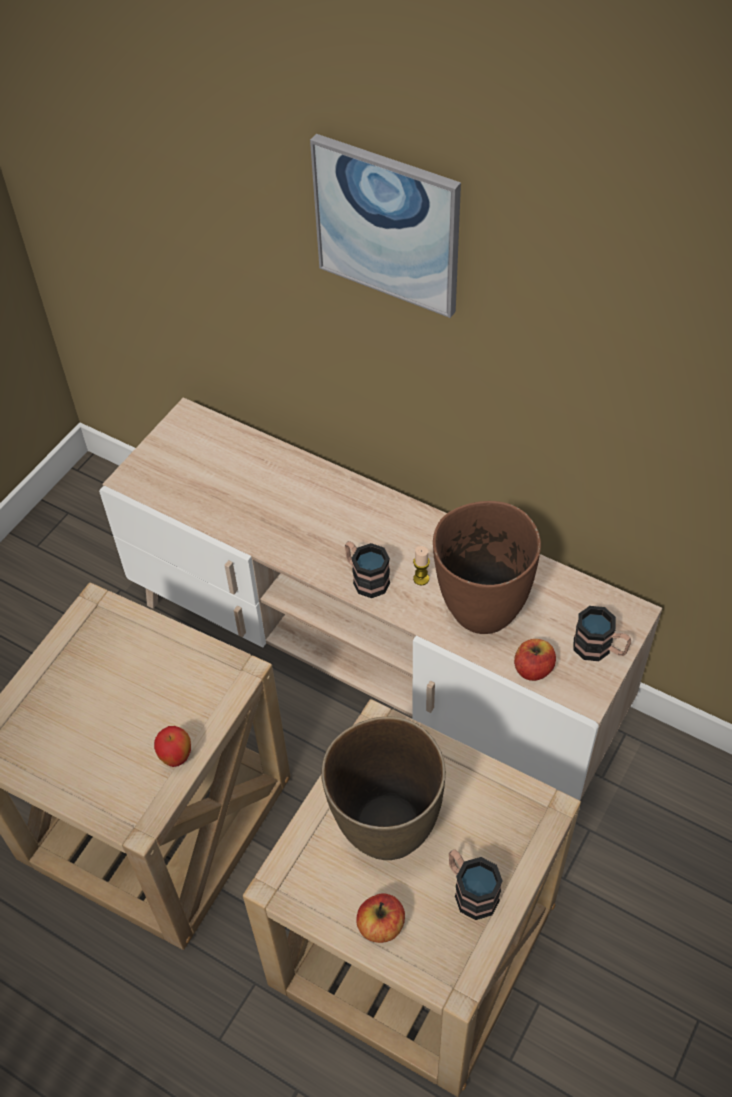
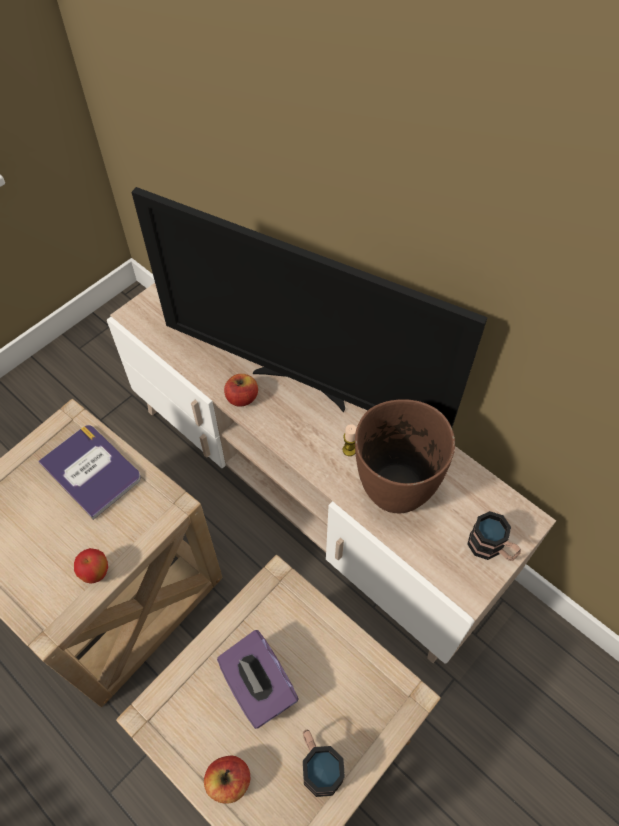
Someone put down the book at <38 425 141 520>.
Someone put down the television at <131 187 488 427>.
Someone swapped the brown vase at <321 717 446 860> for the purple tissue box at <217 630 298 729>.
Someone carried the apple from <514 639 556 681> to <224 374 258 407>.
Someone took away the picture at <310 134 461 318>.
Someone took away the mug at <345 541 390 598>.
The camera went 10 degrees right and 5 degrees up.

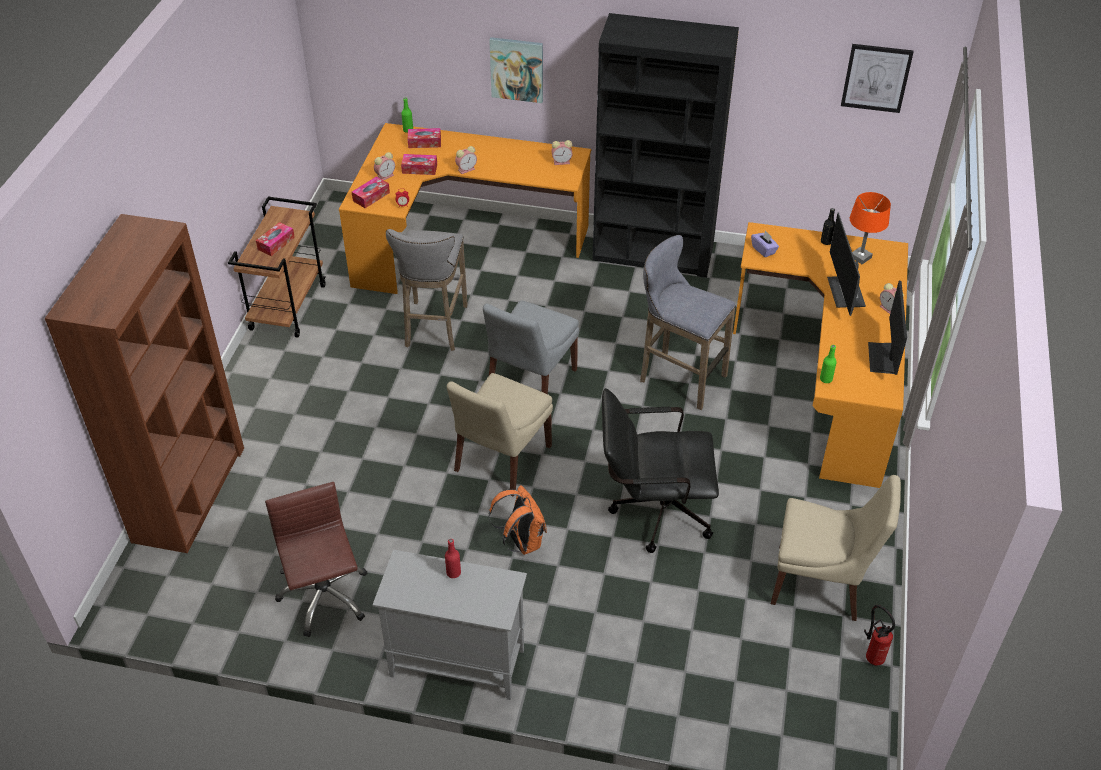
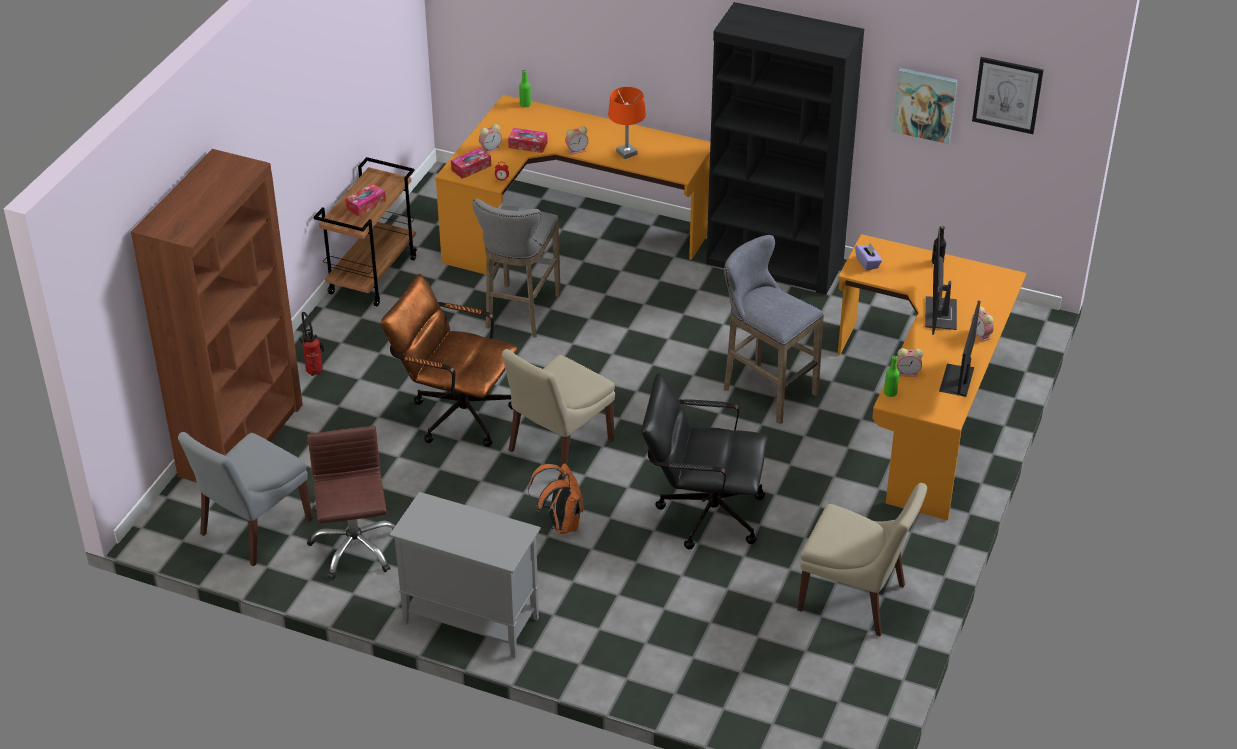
Someone carried the grey chair from <483 300 579 394> to <178 432 313 566>.
Someone carried the fire extinguisher from <864 605 895 666> to <299 312 324 376>.
Someone put down the brown office chair at <381 274 518 447>.
Someone carried the orange table lamp from <850 192 891 264> to <608 87 646 159>.
Someone carried the picture from <489 37 543 103> to <893 68 958 144>.
Someone carried the alarm clock from <551 140 572 165> to <897 348 923 377>.
Someone took away the tissue box at <408 128 441 148>.
Someone took away the red bottle at <445 539 461 578>.
The camera went 10 degrees right and 5 degrees down.

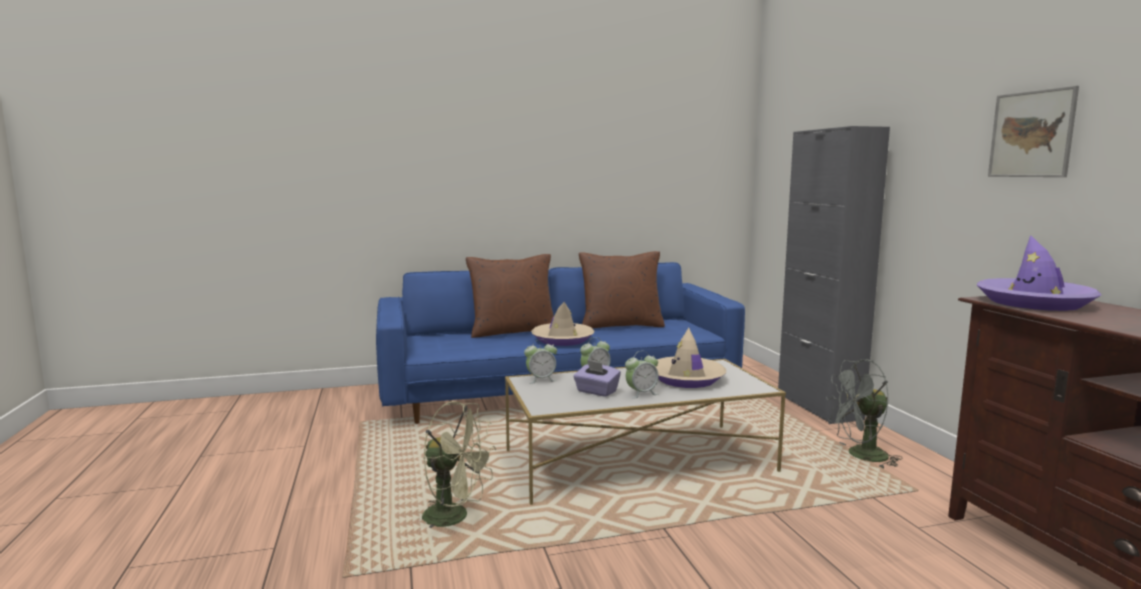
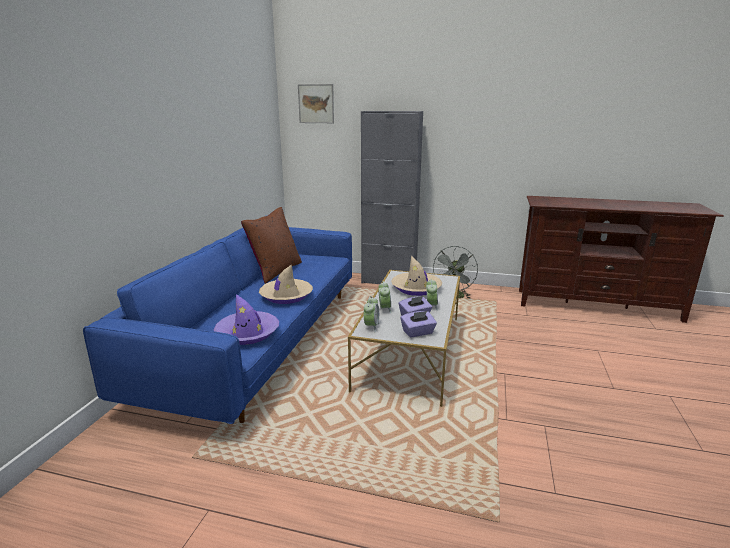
Someone carried the purple hat from <977 235 1101 311> to <214 294 279 345>.
Someone carried the picture from <988 86 1079 177> to <298 84 334 123>.
Someone put down the purple tissue box at <401 311 437 337>.
Someone took away the green fan at <422 401 496 529>.
Someone took away the brown pillow at <466 254 554 338>.
The camera went 60 degrees left and 10 degrees up.

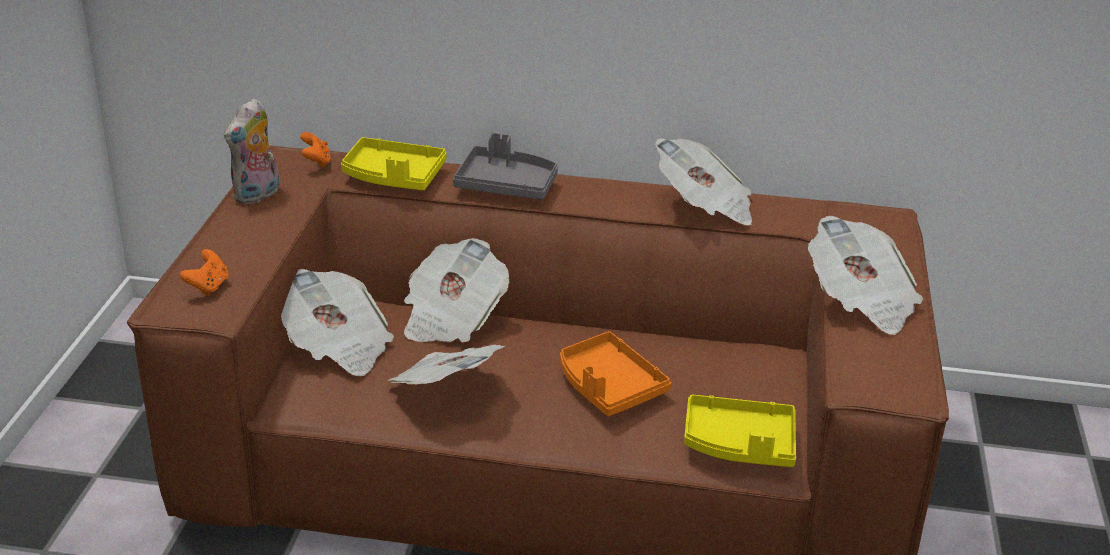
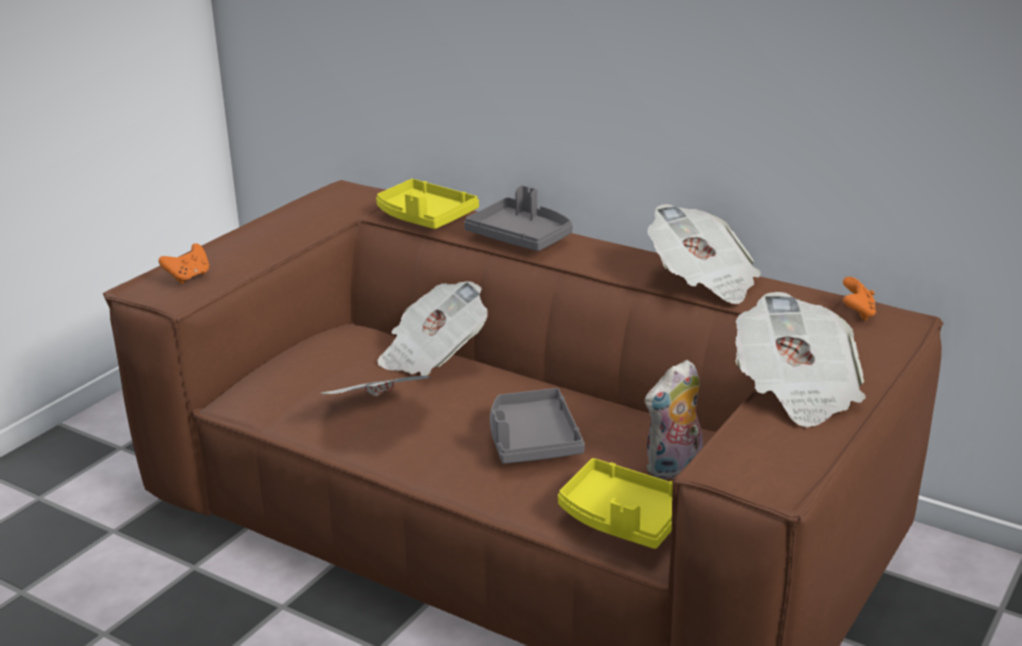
Someone repainted the orange tray at <560 331 671 416>, which became the grey tray at <490 388 585 464>.
Someone carried the plush toy from <224 98 280 204> to <645 360 703 480>.
Someone carried the orange game controller from <300 132 331 168> to <843 277 876 321>.
Someone took away the newspaper at <281 269 394 376>.
The camera went 25 degrees right and 5 degrees down.

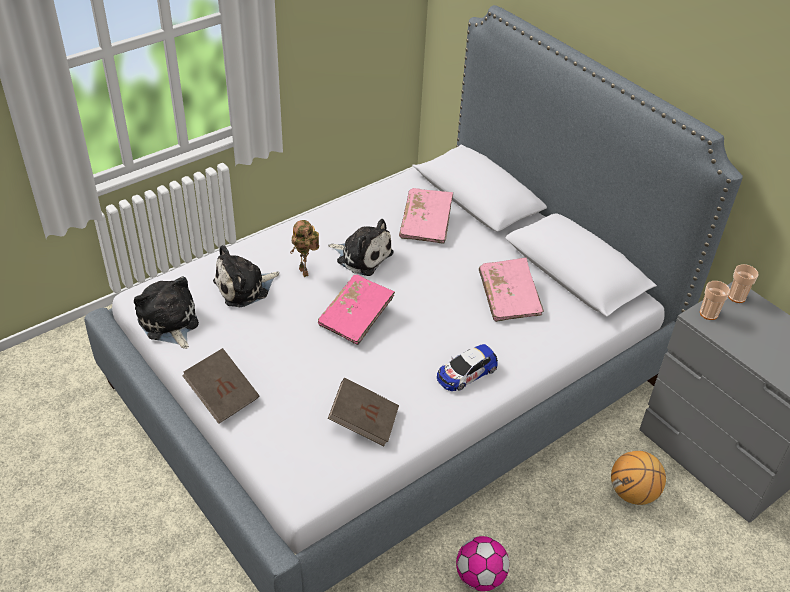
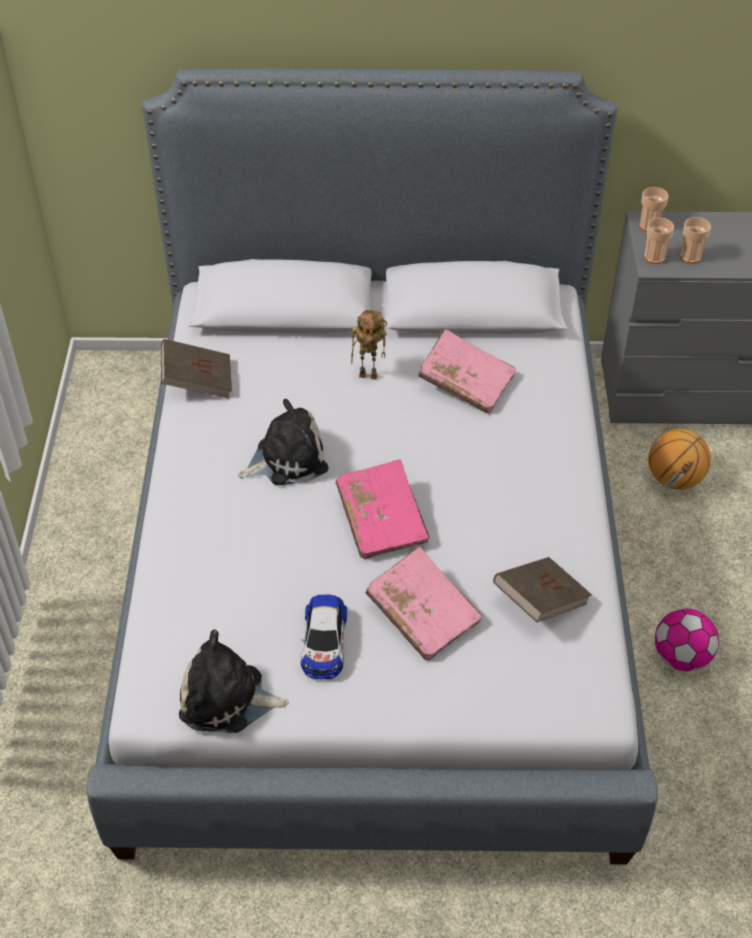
Someone carried the brown book from <182 348 259 424> to <161 339 232 398>.
Someone carried the toy car from <437 344 498 391> to <301 594 347 679>.
Someone carried the toy robot from <291 220 319 277> to <351 310 387 380>.
Someone carried the pink book from <399 188 453 243> to <366 547 483 660>.
Someone put down the cup at <680 217 711 263>.
Someone took away the plush toy at <213 245 279 307>.
The camera went 50 degrees left and 5 degrees up.

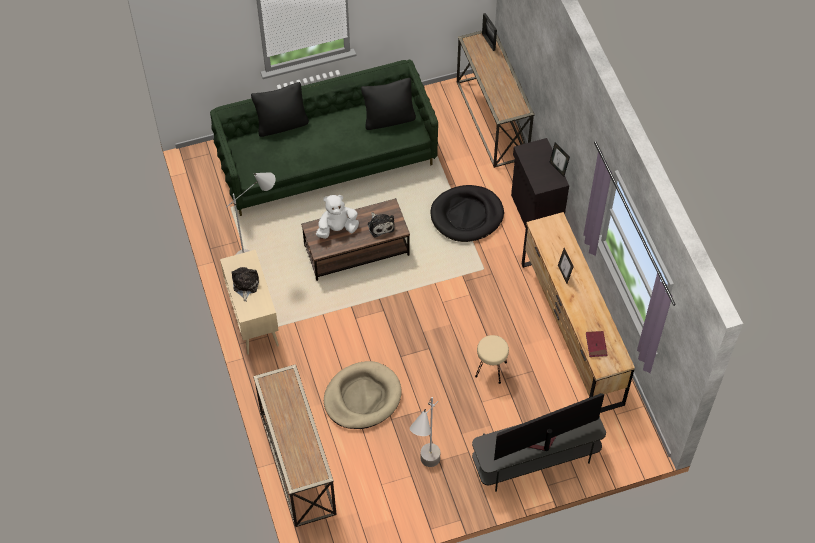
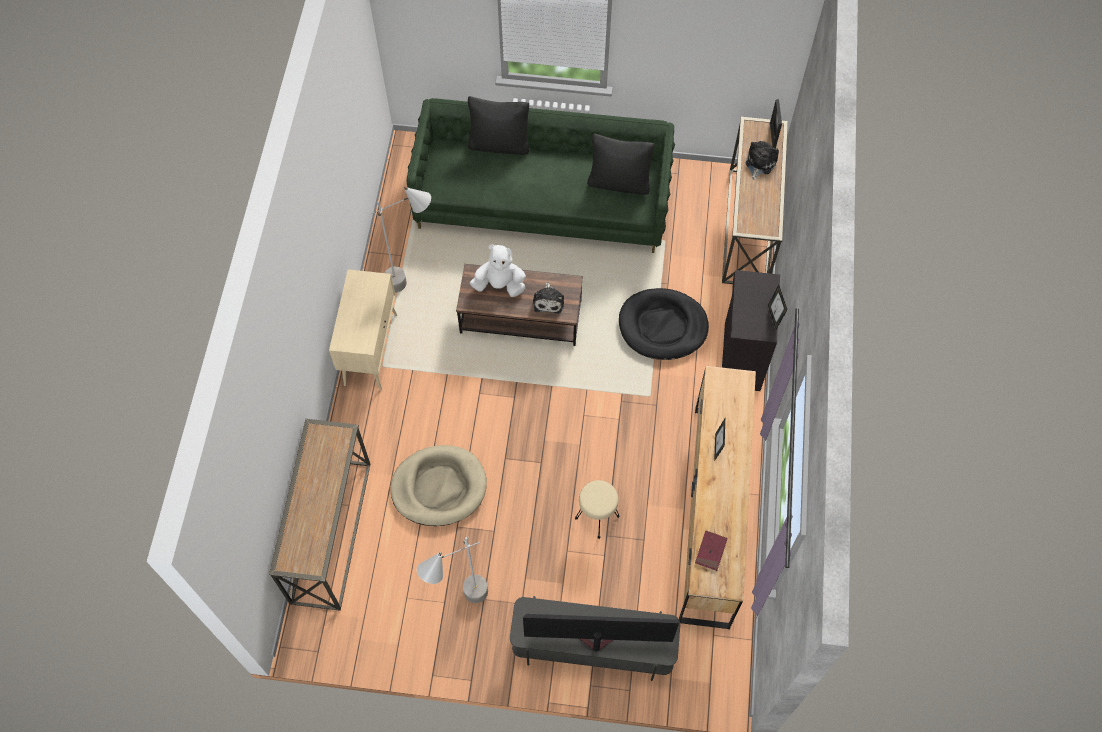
Someone carried the plush toy from <231 267 259 302> to <745 141 779 180>.
The camera went 25 degrees right and 5 degrees up.

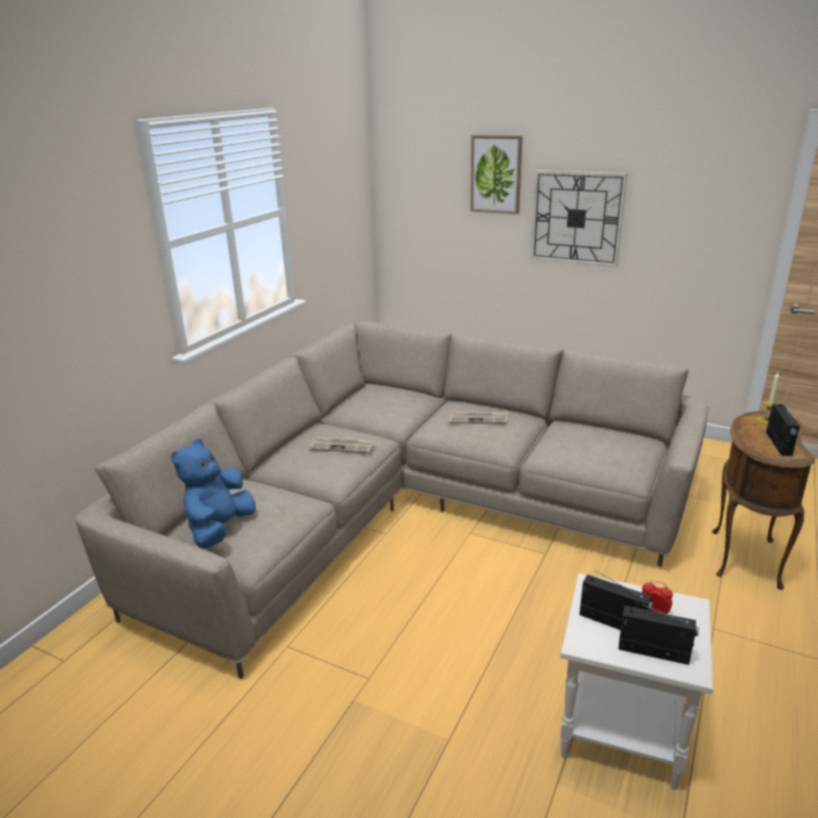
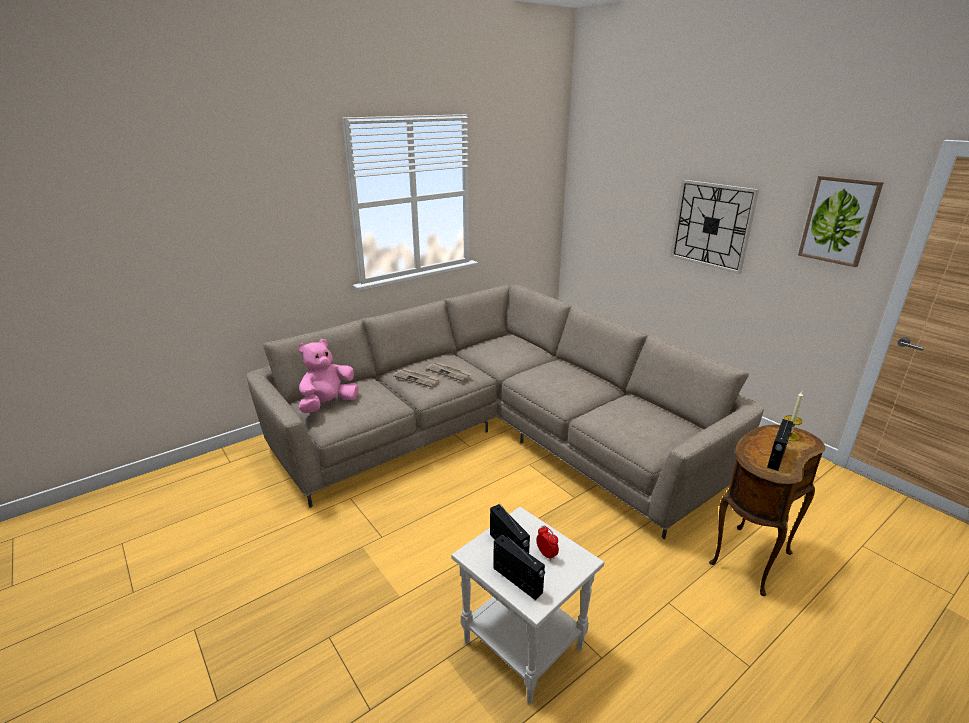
Someone repainted the blue plush toy at <171 438 256 549>, which became the pink plush toy at <298 339 358 413>.
Someone carried the newspaper from <449 411 508 424> to <393 368 441 387>.
Someone carried the picture from <470 135 523 214> to <798 176 884 267>.
The camera went 25 degrees right and 0 degrees up.

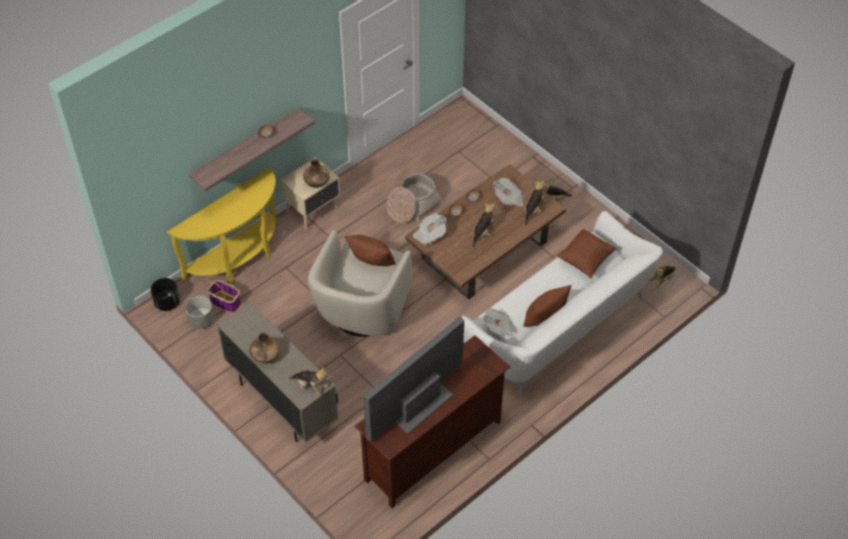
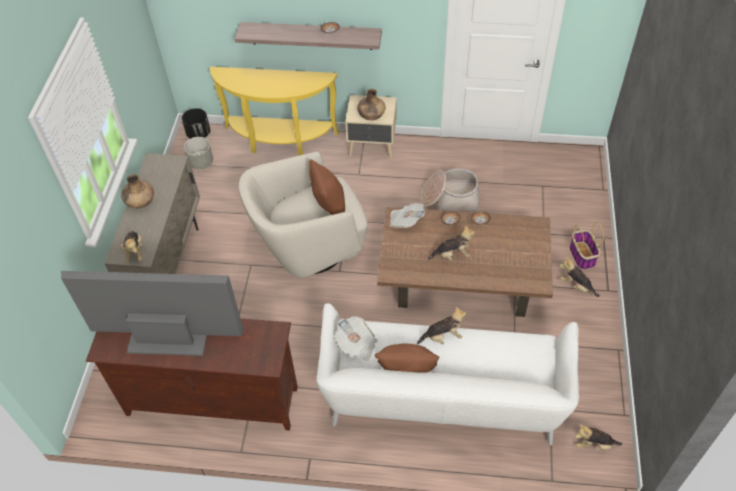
Someone carried the plush toy from <524 180 546 225> to <417 306 467 344>.
Someone carried the basket from <207 269 241 313> to <570 222 604 270>.
Someone took away the newspaper at <493 178 523 207>.
Someone took away the brown pillow at <557 229 617 278>.
The camera went 50 degrees right and 0 degrees up.

